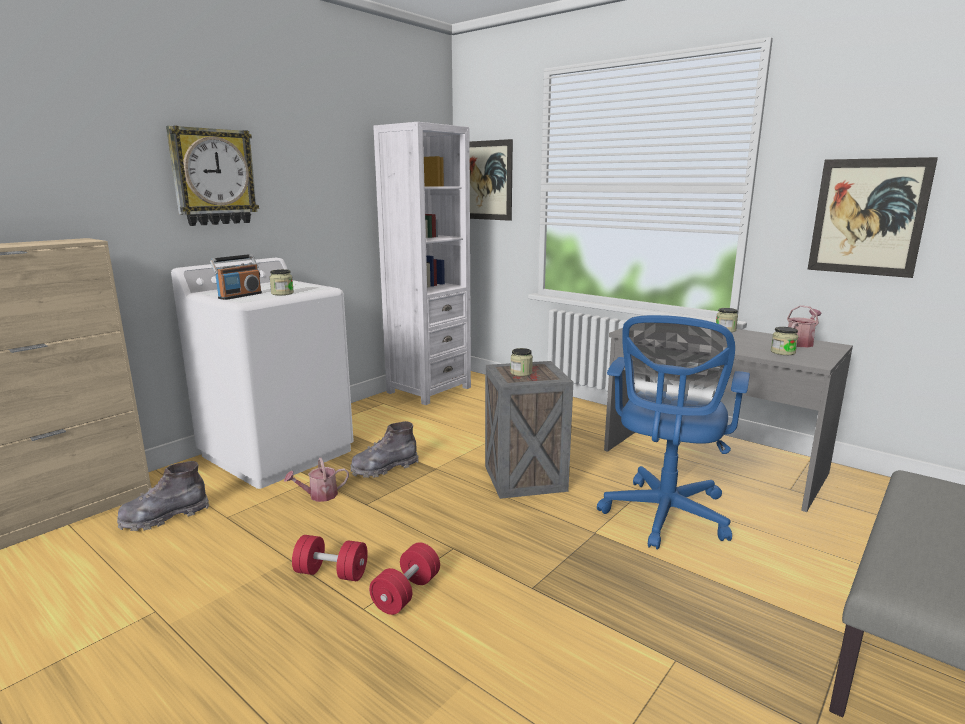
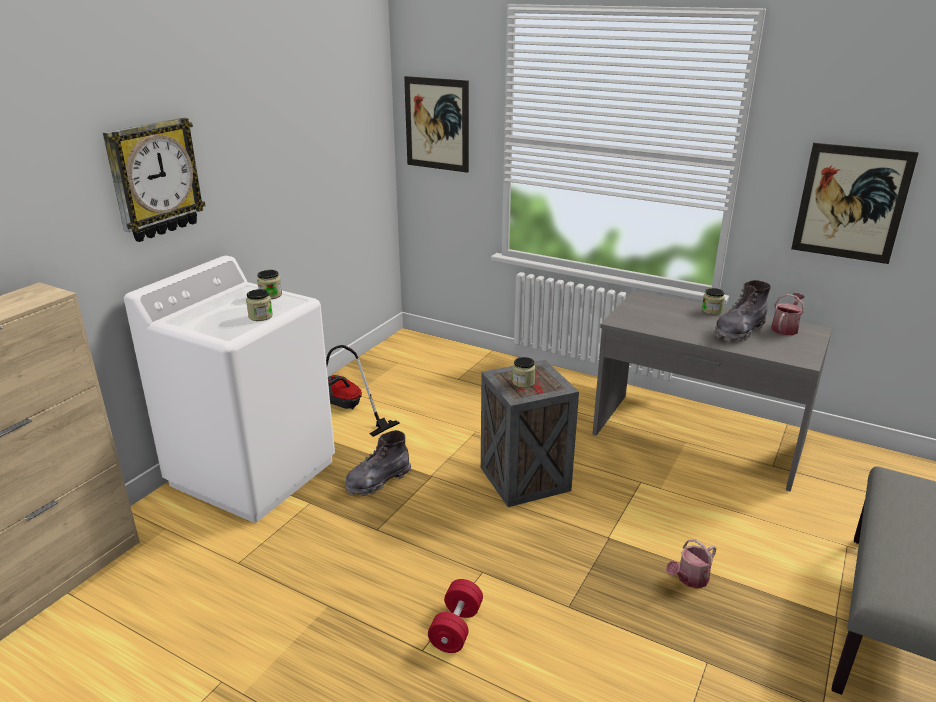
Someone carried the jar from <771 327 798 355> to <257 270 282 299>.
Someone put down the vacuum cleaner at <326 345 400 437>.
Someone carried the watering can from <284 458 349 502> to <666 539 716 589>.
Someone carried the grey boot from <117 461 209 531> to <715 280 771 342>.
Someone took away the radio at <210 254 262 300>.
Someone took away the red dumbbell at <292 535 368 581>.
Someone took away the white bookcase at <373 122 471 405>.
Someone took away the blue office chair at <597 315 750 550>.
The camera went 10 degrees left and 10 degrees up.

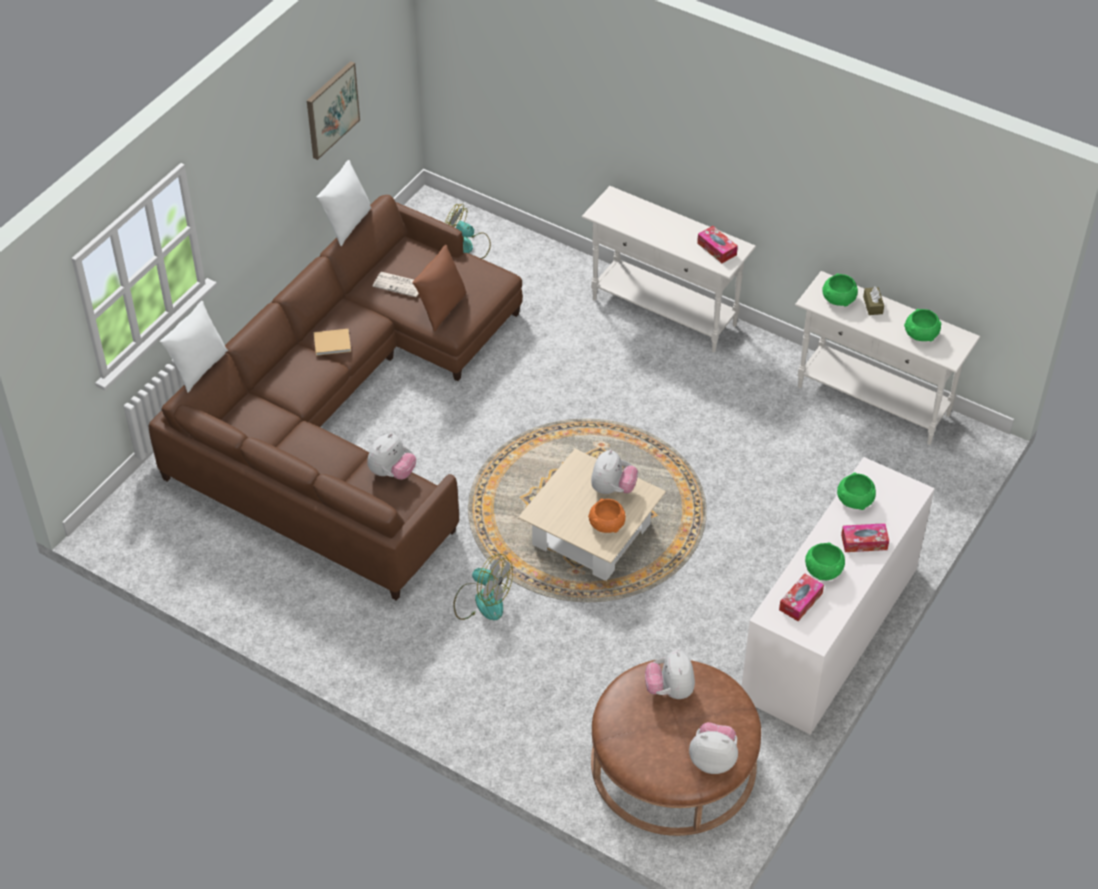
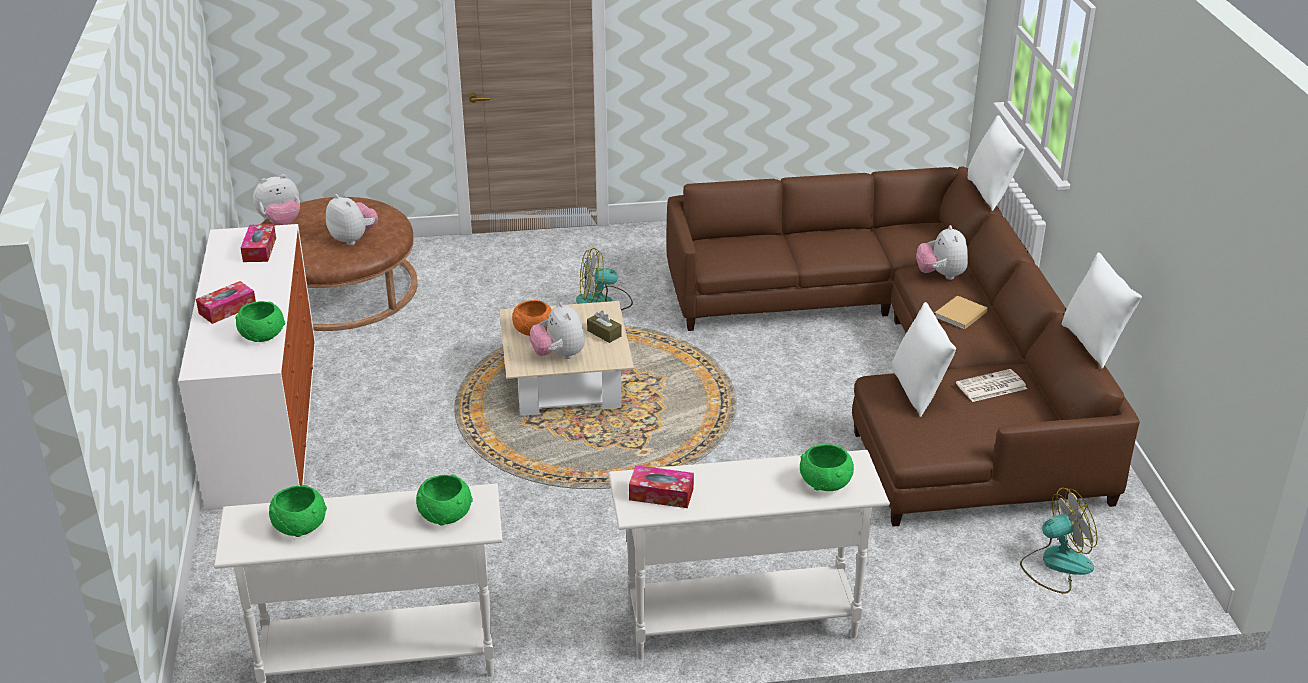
Someone carried the brown tissue box from <863 286 884 315> to <587 311 622 343>.
Someone carried the green bowl from <805 542 845 580> to <800 444 854 491>.
Someone repainted the brown pillow at <412 245 467 332>, which became the white pillow at <892 302 956 417>.
Someone carried the plush toy from <367 433 416 480> to <916 225 968 280>.
Someone took away the picture at <307 61 360 160>.
The camera went 140 degrees right and 15 degrees down.

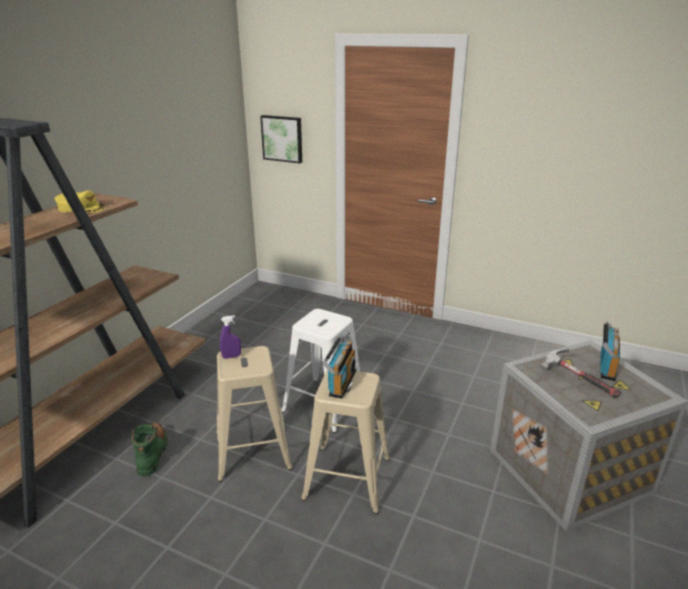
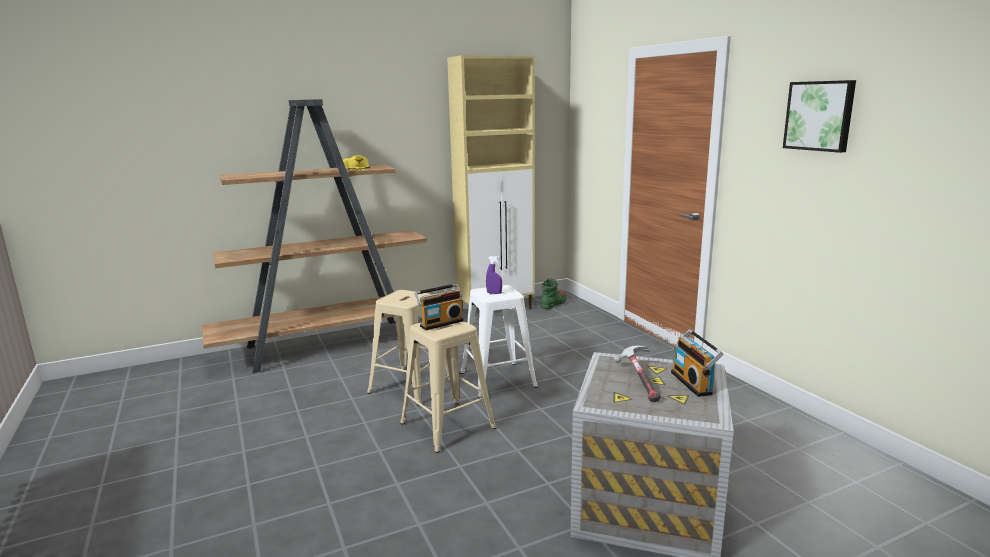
Someone put down the beige cabinet at <447 55 535 312>.
Someone carried the purple spray bottle from <220 315 241 359> to <486 256 502 294>.
Someone carried the green boot from <131 423 167 476> to <541 278 566 309>.
Someone rotated the radio at <600 321 620 381> by 105 degrees clockwise.
Someone carried the picture from <260 115 302 163> to <783 80 856 153>.
The camera went 40 degrees right and 10 degrees down.

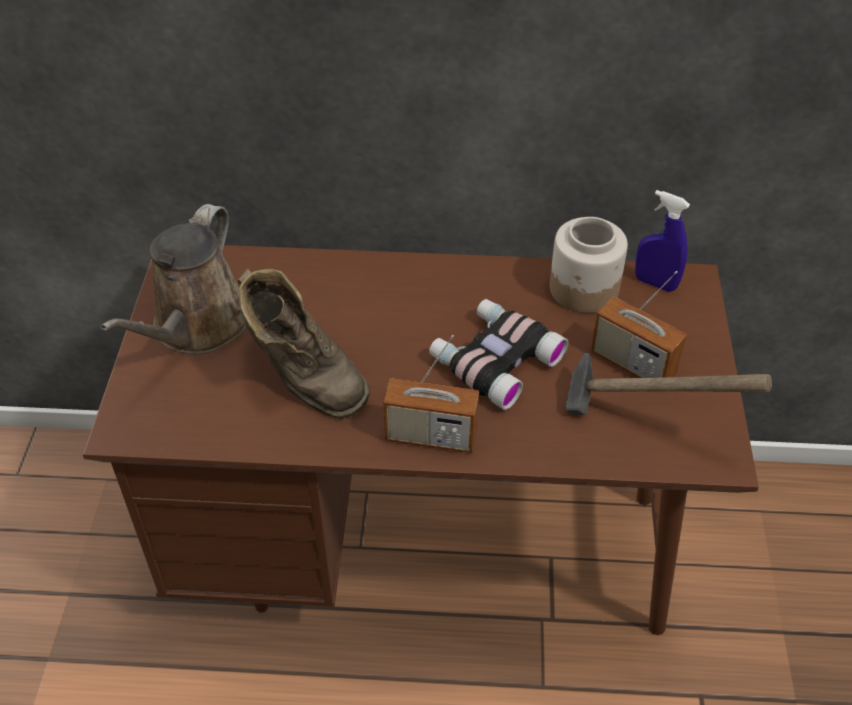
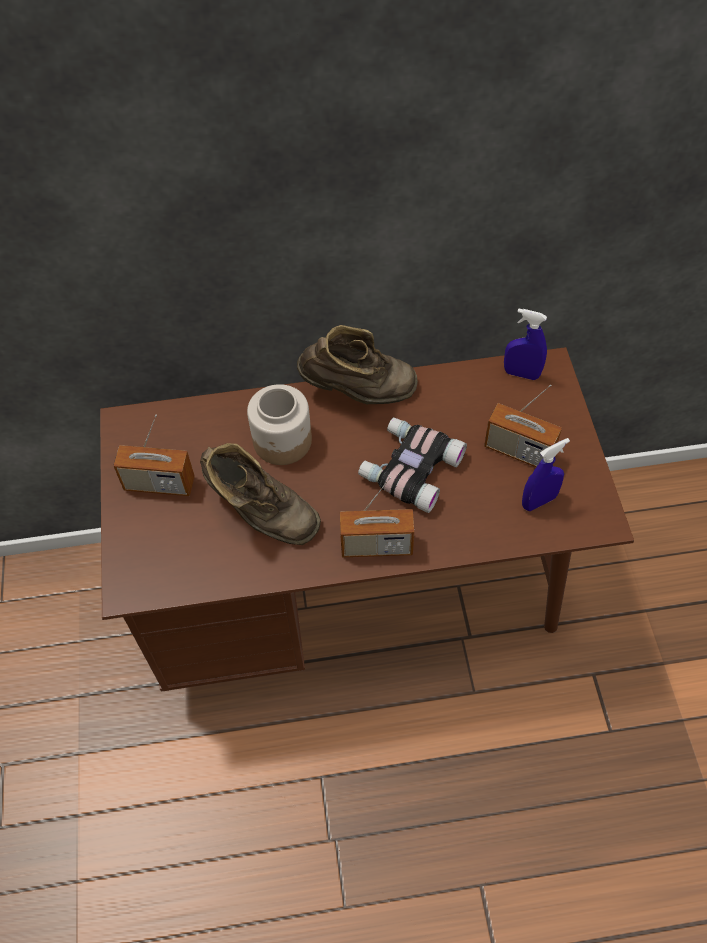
Someone swapped the brown watering can at <100 204 247 354> for the radio at <113 415 195 496>.
Someone carried the jar from <550 217 628 313> to <247 384 312 465>.
Someone put down the brown boot at <297 325 418 404>.
Someone swapped the hammer at <565 353 772 415> for the blue spray bottle at <522 438 570 511>.
The camera went 10 degrees left and 10 degrees up.

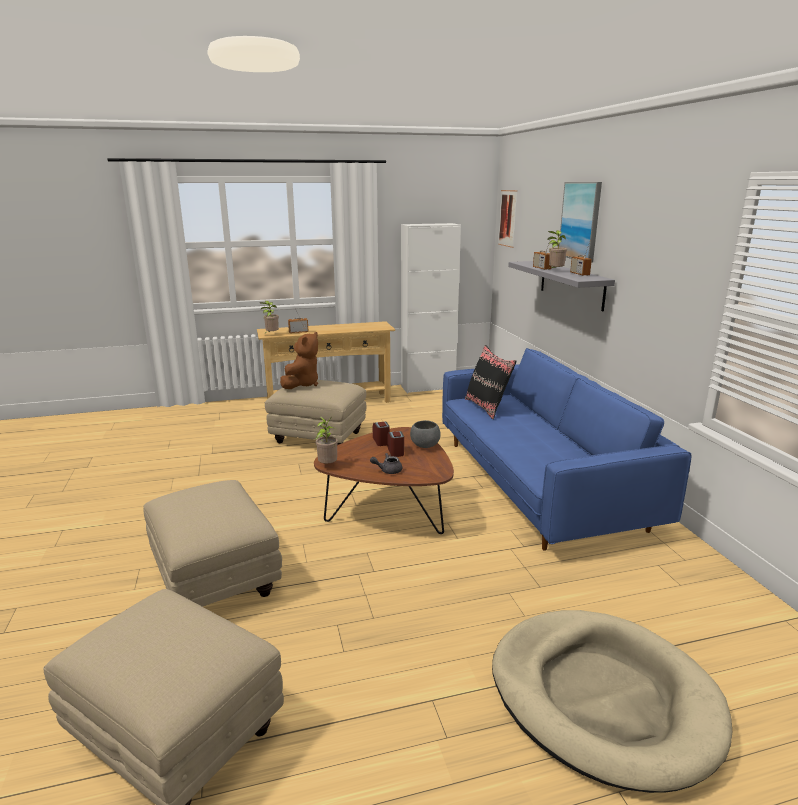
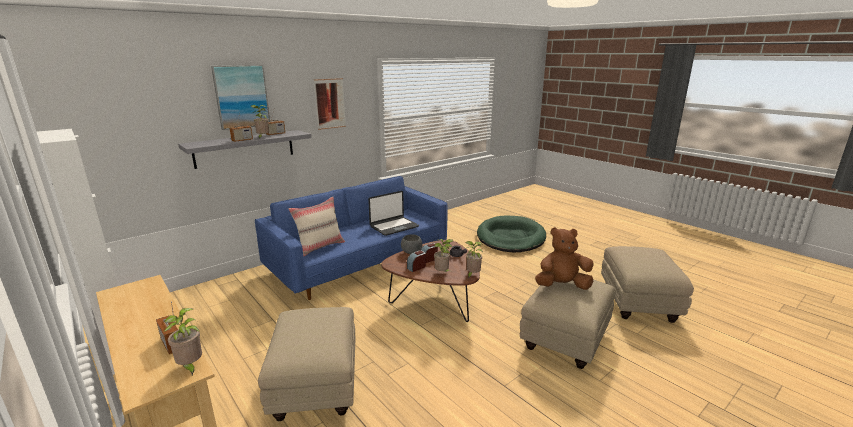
Someone repainted the black pillow at <465 345 517 419>, which became the beige pillow at <288 197 345 257>.
Someone carried the picture from <498 190 517 248> to <314 78 346 130>.
Someone put down the laptop at <368 191 419 236>.
Someone put down the potted plant at <434 239 454 272>.
Someone repainted the beige dog bed at <492 610 732 793>, which became the green dog bed at <477 215 546 252>.
Someone carried the brown plush toy from <280 332 318 389> to <535 227 594 290>.
The camera went 115 degrees left and 0 degrees up.

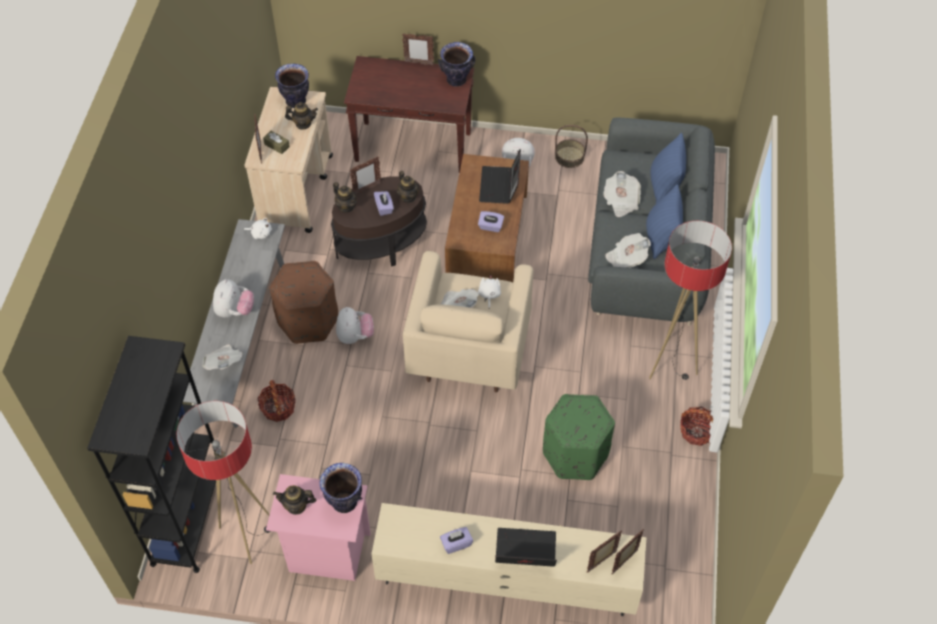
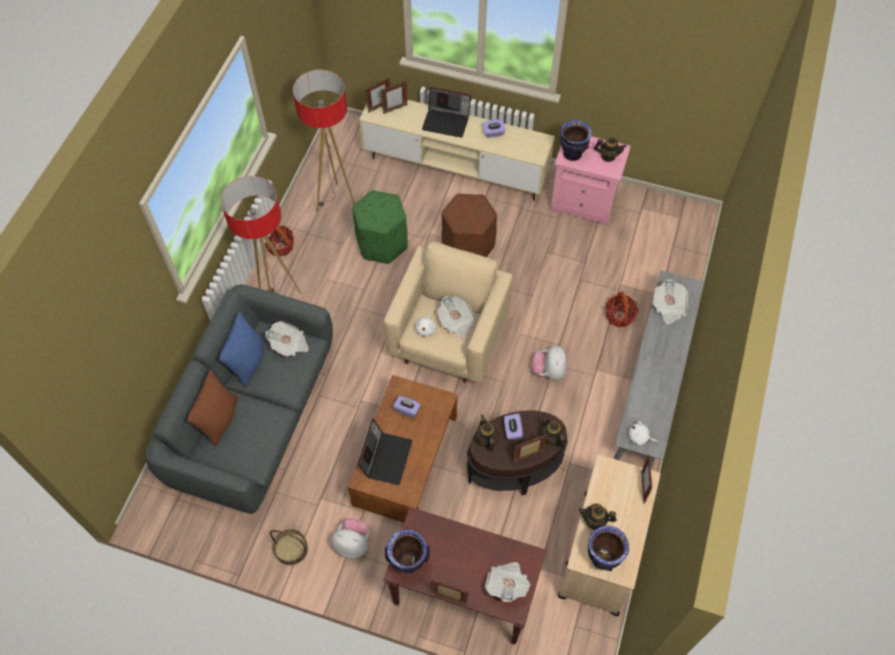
Someone repainted the blue pillow at <650 133 686 204>, which became the brown pillow at <187 371 238 447>.
Someone carried the floor lamp from <176 401 271 564> to <293 70 355 212>.
Someone carried the brown ottoman from <269 261 338 344> to <442 194 497 257>.
Someone carried the newspaper from <603 171 641 217> to <485 562 531 602>.
Someone took away the black bookcase at <87 336 216 573>.
Someone took away the plush toy at <213 279 254 318>.
Someone took away the brown tissue box at <263 131 290 154>.
The camera went 170 degrees left and 5 degrees up.

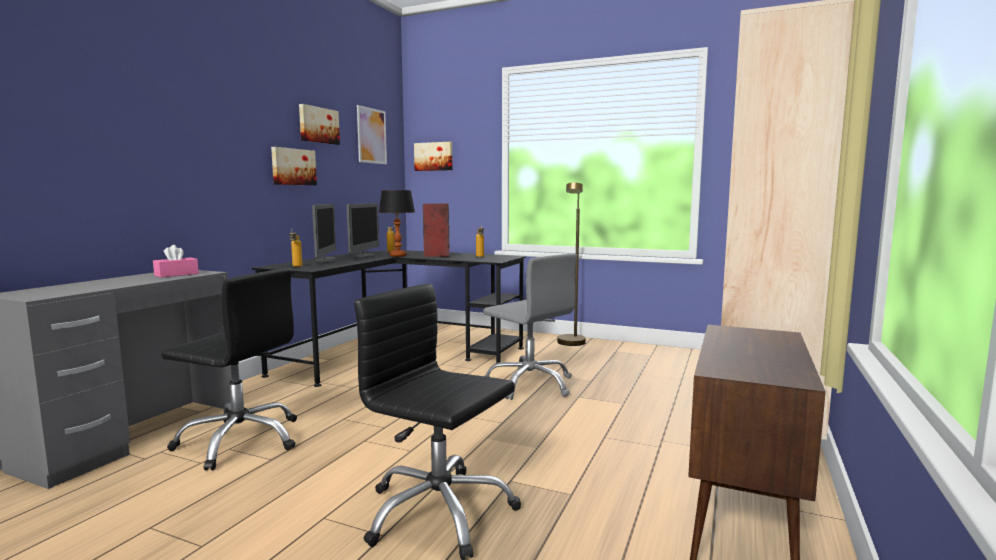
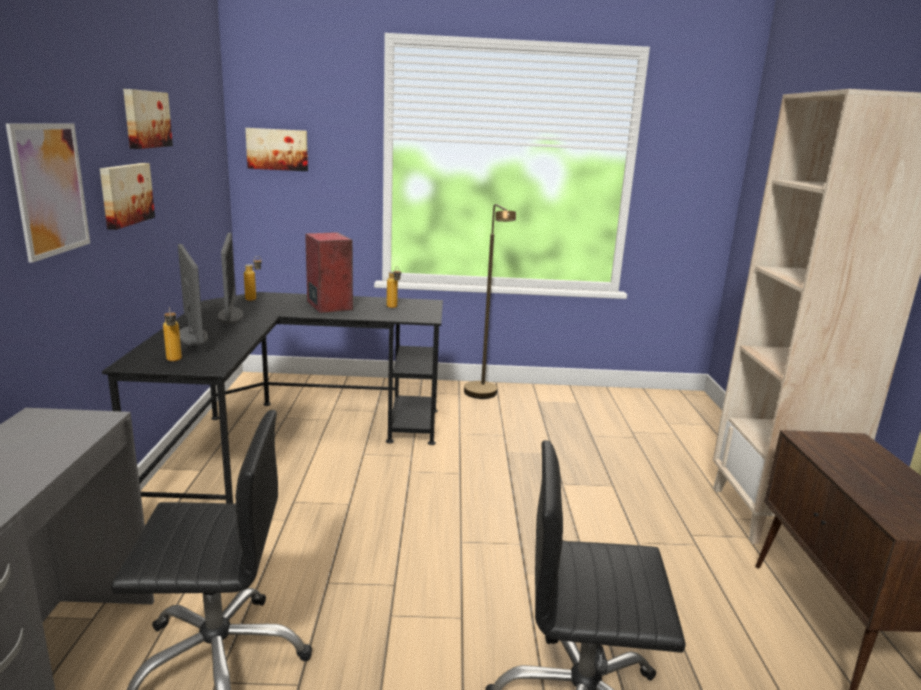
Someone carried the picture from <357 105 387 164> to <6 123 90 263>.
Someone took away the pink tissue box at <153 245 199 278>.
Someone took away the table lamp at <379 190 415 257>.
Someone took away the grey office chair at <483 254 577 400>.
The camera went 25 degrees left and 10 degrees up.

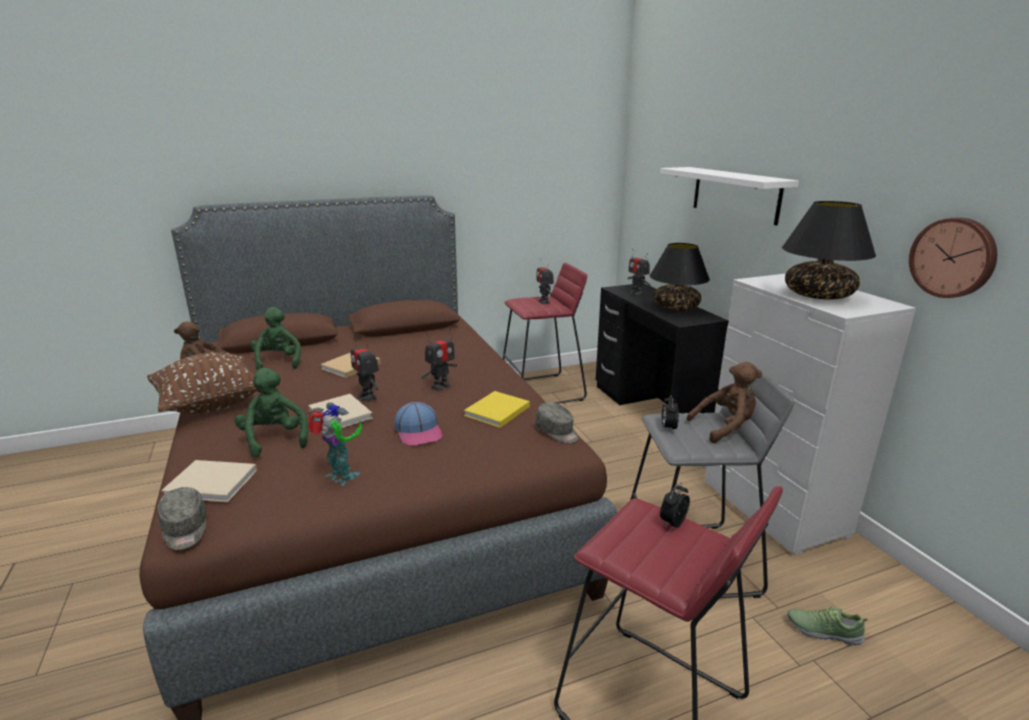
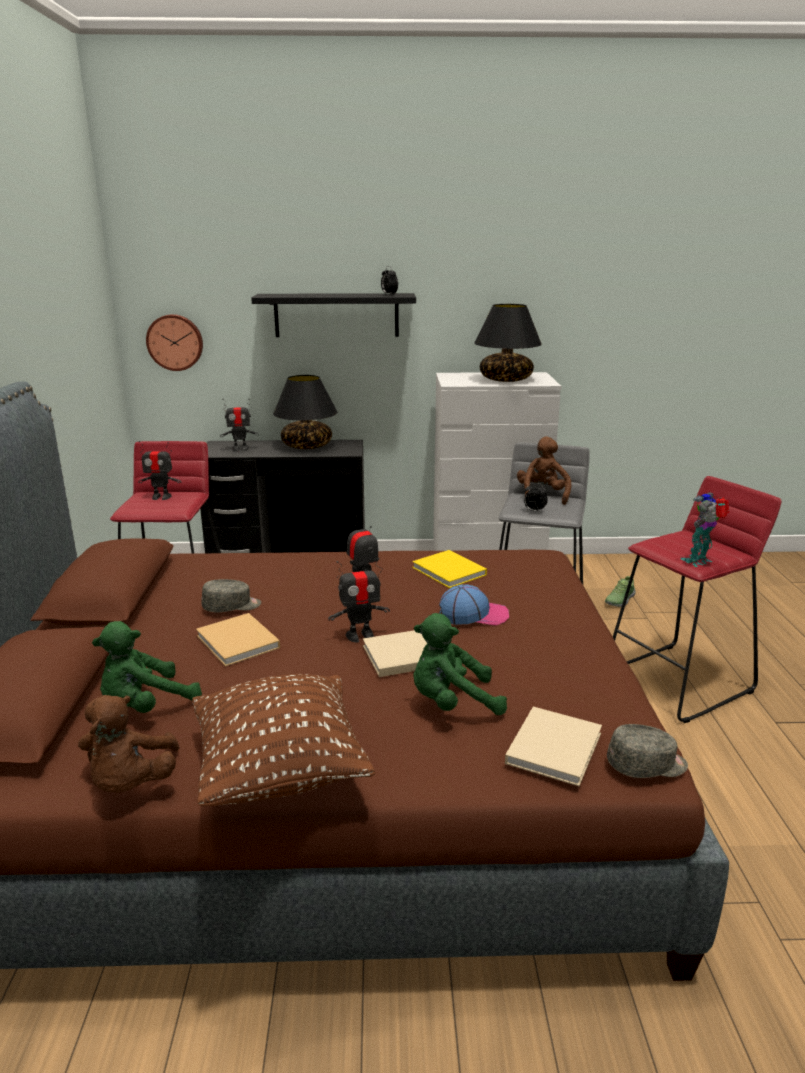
Someone rotated the green plush toy at <250 307 301 371> by 45 degrees counterclockwise.
Someone carried the wall clock from <909 218 997 298> to <146 314 203 371>.
Someone carried the grey cap from <535 402 579 443> to <201 579 261 612>.
Someone repainted the white shelf at <660 167 799 226>, which became the black shelf at <251 293 416 337>.
Someone carried the alarm clock from <660 482 690 529> to <381 266 398 295>.
Someone carried the toy robot from <308 402 362 486> to <680 492 729 567>.
The camera went 70 degrees left and 0 degrees up.

